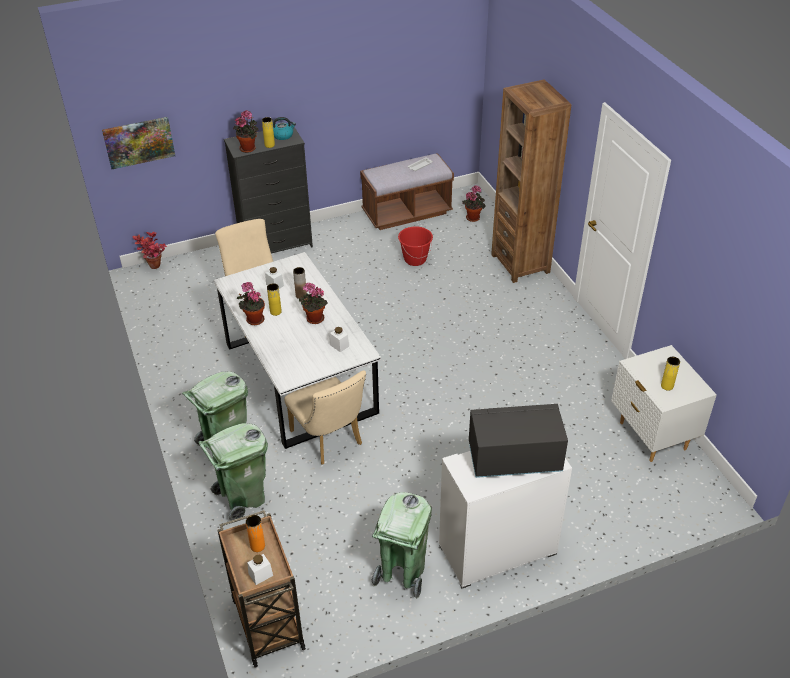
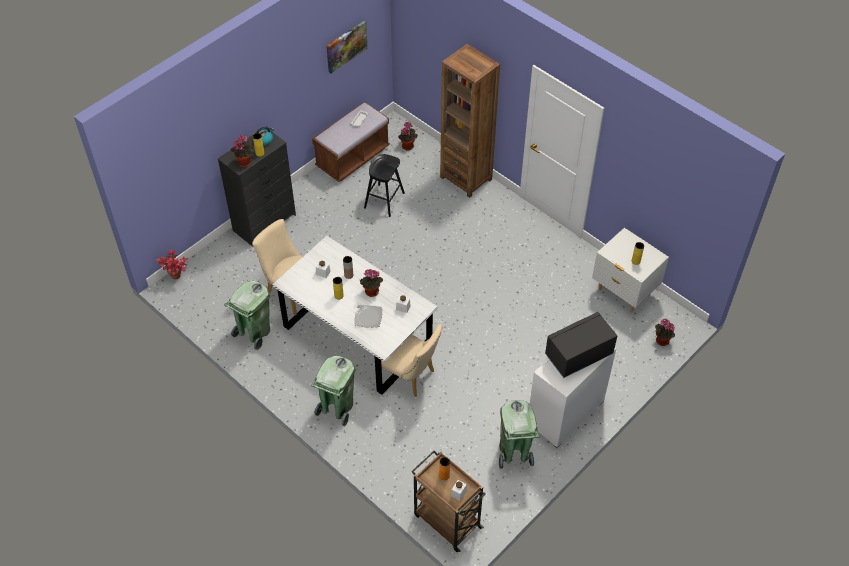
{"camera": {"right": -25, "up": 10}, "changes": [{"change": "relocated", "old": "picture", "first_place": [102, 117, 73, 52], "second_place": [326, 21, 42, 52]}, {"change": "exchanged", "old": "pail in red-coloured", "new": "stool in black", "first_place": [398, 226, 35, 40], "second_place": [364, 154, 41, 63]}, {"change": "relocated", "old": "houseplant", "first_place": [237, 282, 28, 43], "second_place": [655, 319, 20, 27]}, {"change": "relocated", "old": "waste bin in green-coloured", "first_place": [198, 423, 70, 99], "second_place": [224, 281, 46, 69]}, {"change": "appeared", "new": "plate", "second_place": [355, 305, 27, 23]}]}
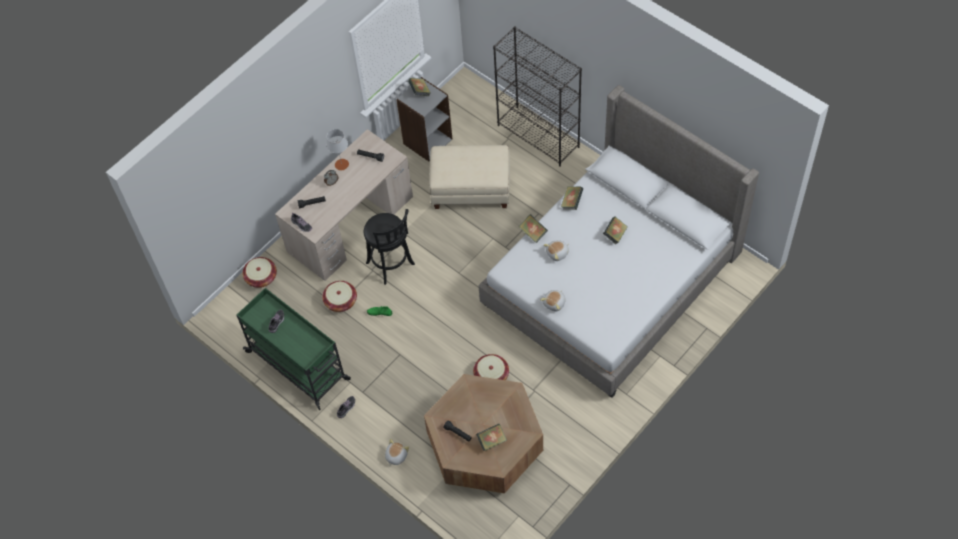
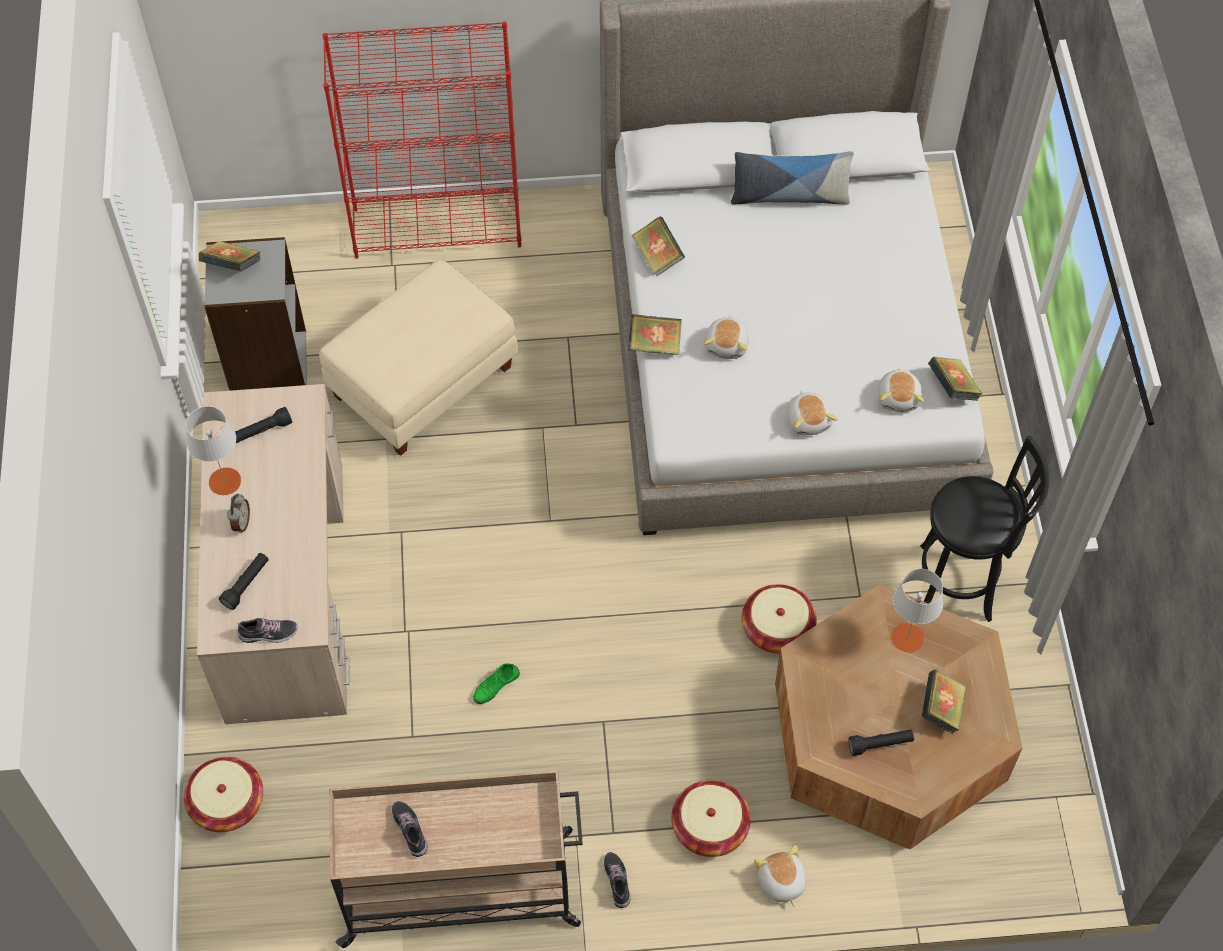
{"camera": {"right": -50, "up": 0}, "changes": [{"change": "colour", "old": "bookshelf in black", "new": "bookshelf in red-coloured", "first_place": [493, 26, 89, 141], "second_place": [323, 22, 198, 237]}, {"change": "relocated", "old": "stool in black", "first_place": [364, 209, 51, 76], "second_place": [920, 435, 129, 187]}, {"change": "relocated", "old": "book", "first_place": [603, 216, 25, 28], "second_place": [928, 357, 54, 44]}, {"change": "relocated", "old": "basket", "first_place": [322, 281, 35, 31], "second_place": [671, 780, 80, 77]}, {"change": "colour", "old": "wheeled cart in green-coloured", "new": "wheeled cart in beige", "first_place": [237, 288, 114, 122], "second_place": [329, 770, 254, 178]}, {"change": "appeared", "new": "throw pillow", "second_place": [731, 151, 123, 54]}, {"change": "appeared", "new": "plush toy", "second_place": [878, 368, 46, 44]}, {"change": "appeared", "new": "table lamp in gray", "second_place": [892, 569, 51, 83]}]}
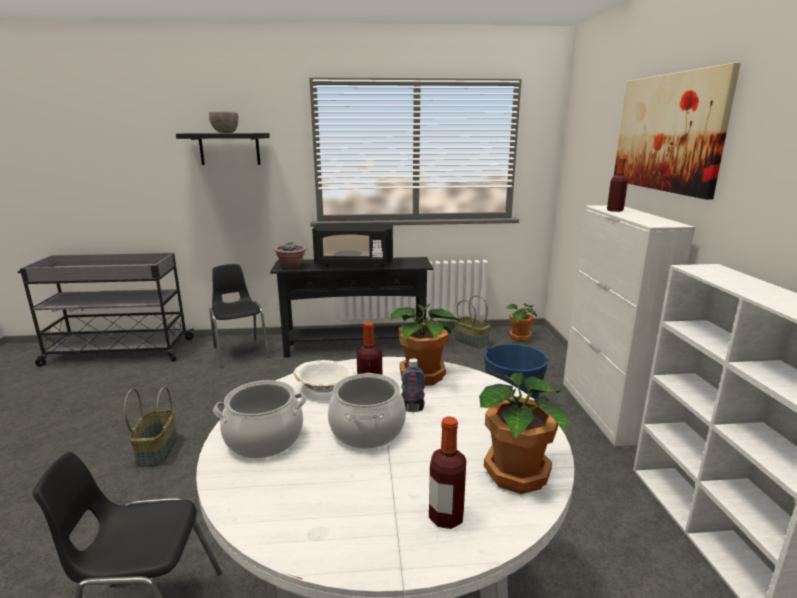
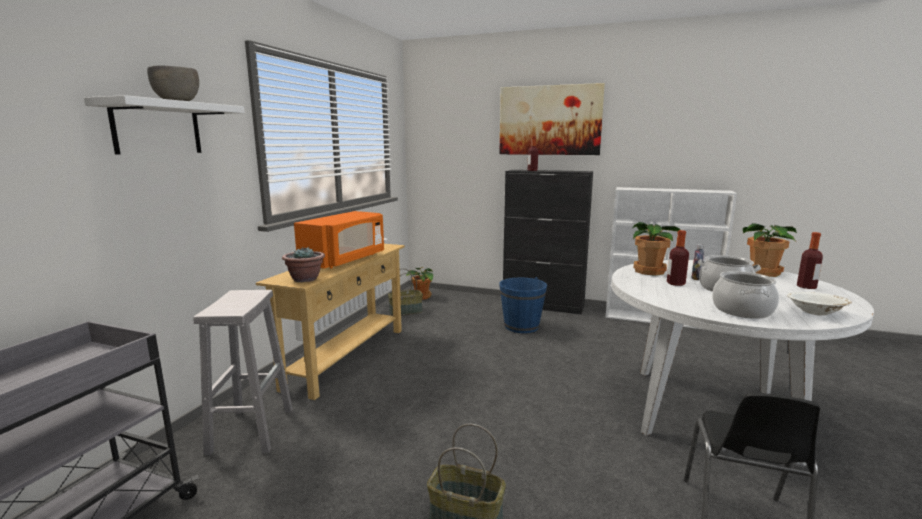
{"camera": {"right": -65, "up": -5}, "changes": [{"change": "colour", "old": "bracket shelf in black", "new": "bracket shelf in white", "first_place": [176, 133, 94, 32], "second_place": [84, 95, 161, 60]}, {"change": "colour", "old": "cabinet in white", "new": "cabinet in black", "first_place": [563, 205, 132, 241], "second_place": [503, 170, 90, 145]}, {"change": "colour", "old": "microwave in black", "new": "microwave in orange-coloured", "first_place": [312, 223, 81, 44], "second_place": [294, 211, 90, 58]}, {"change": "colour", "old": "narrow table in black", "new": "narrow table in beige", "first_place": [270, 257, 163, 101], "second_place": [256, 244, 149, 156]}, {"change": "exchanged", "old": "chair in black", "new": "stool in white", "first_place": [210, 264, 60, 104], "second_place": [193, 290, 100, 165]}, {"change": "relocated", "old": "deep dish in white", "first_place": [294, 360, 60, 33], "second_place": [787, 292, 65, 23]}]}
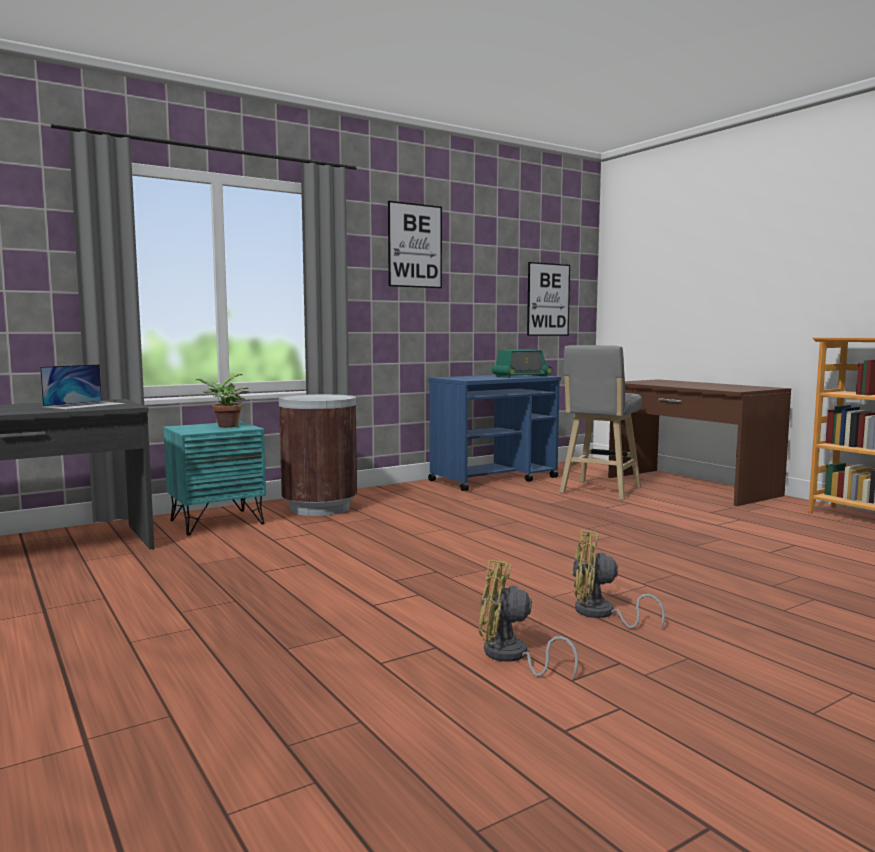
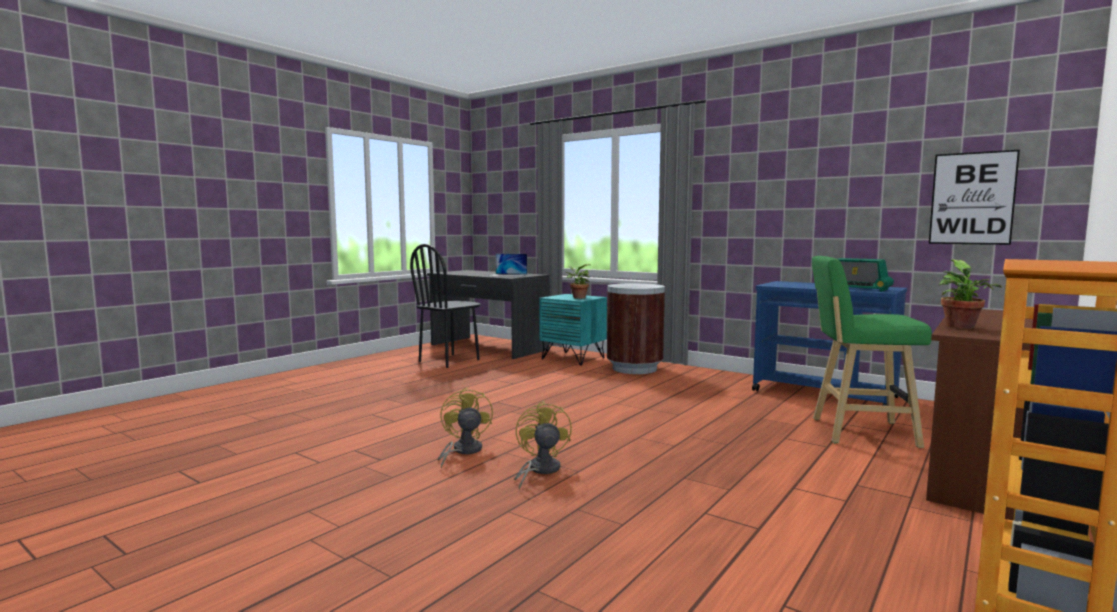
{"camera": {"right": 70, "up": 0}, "changes": [{"change": "missing", "old": "picture", "first_place": [388, 201, 54, 87]}, {"change": "colour", "old": "stool in gray", "new": "stool in green-coloured", "first_place": [559, 345, 83, 155], "second_place": [812, 256, 120, 192]}, {"change": "relocated", "old": "fan in yellow-coloured", "first_place": [479, 560, 99, 119], "second_place": [514, 400, 58, 90]}, {"change": "appeared", "new": "chair in black", "second_place": [410, 244, 71, 124]}, {"change": "appeared", "new": "houseplant", "second_place": [939, 260, 64, 69]}]}
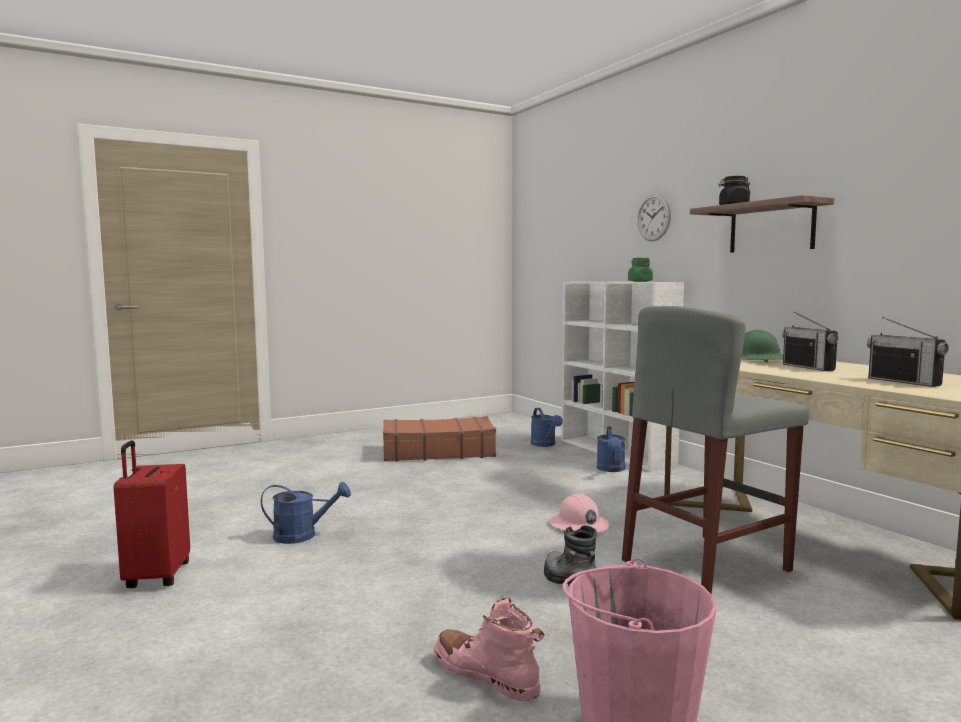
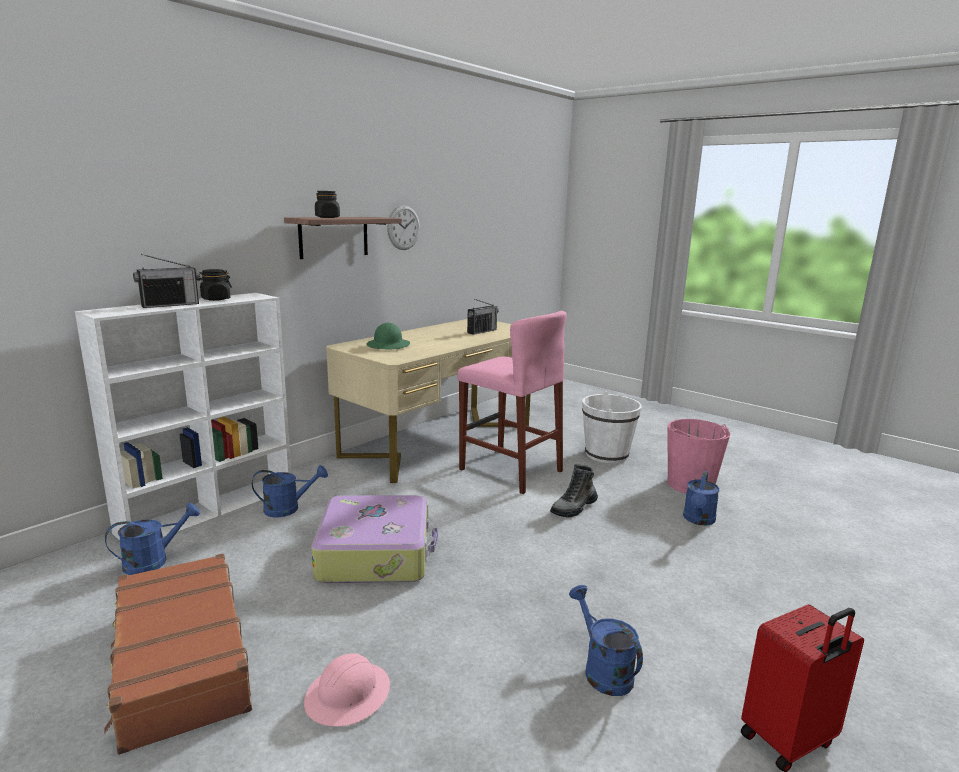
{"camera": {"right": -110, "up": 10}, "changes": [{"change": "relocated", "old": "wall clock", "first_place": [637, 194, 34, 47], "second_place": [387, 205, 33, 45]}, {"change": "colour", "old": "preserve jar in green-coloured", "new": "preserve jar in black", "first_place": [628, 258, 25, 24], "second_place": [196, 269, 36, 32]}, {"change": "colour", "old": "stool in gray", "new": "stool in pinkish", "first_place": [622, 306, 187, 288], "second_place": [457, 311, 110, 183]}, {"change": "relocated", "old": "radio receiver", "first_place": [782, 312, 56, 59], "second_place": [133, 254, 67, 54]}, {"change": "relocated", "old": "hard hat in pinkish", "first_place": [549, 494, 60, 39], "second_place": [304, 653, 86, 73]}, {"change": "exchanged", "old": "tall boot in pinkish", "new": "sprinkling can in blue", "first_place": [434, 598, 111, 104], "second_place": [683, 471, 37, 54]}, {"change": "appeared", "new": "pail in white", "second_place": [582, 392, 60, 71]}, {"change": "appeared", "new": "travel case", "second_place": [311, 495, 127, 88]}]}
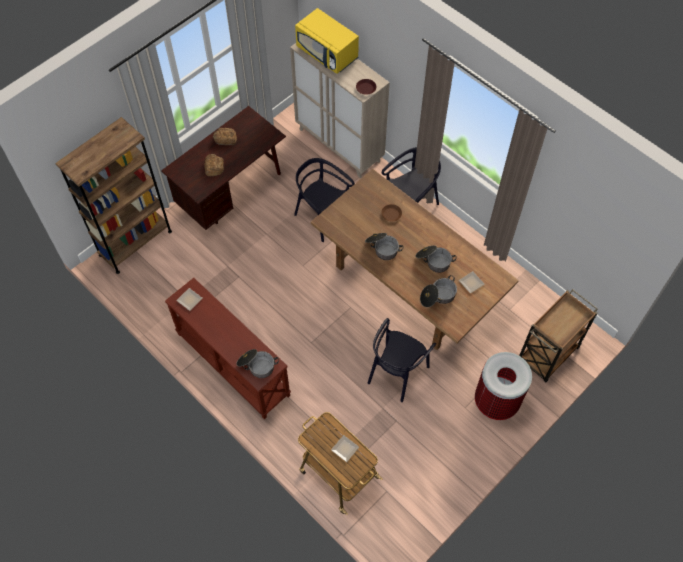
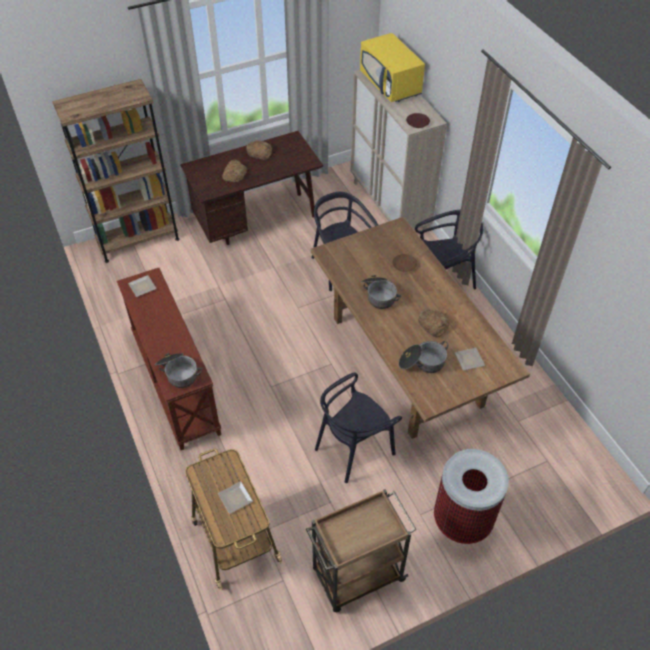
{"camera": {"right": 20, "up": -10}, "changes": [{"change": "exchanged", "old": "cooking pot", "new": "bread", "first_place": [415, 245, 42, 28], "second_place": [418, 309, 31, 28]}, {"change": "relocated", "old": "wheeled cart in brownish", "first_place": [519, 289, 79, 93], "second_place": [306, 489, 110, 124]}]}
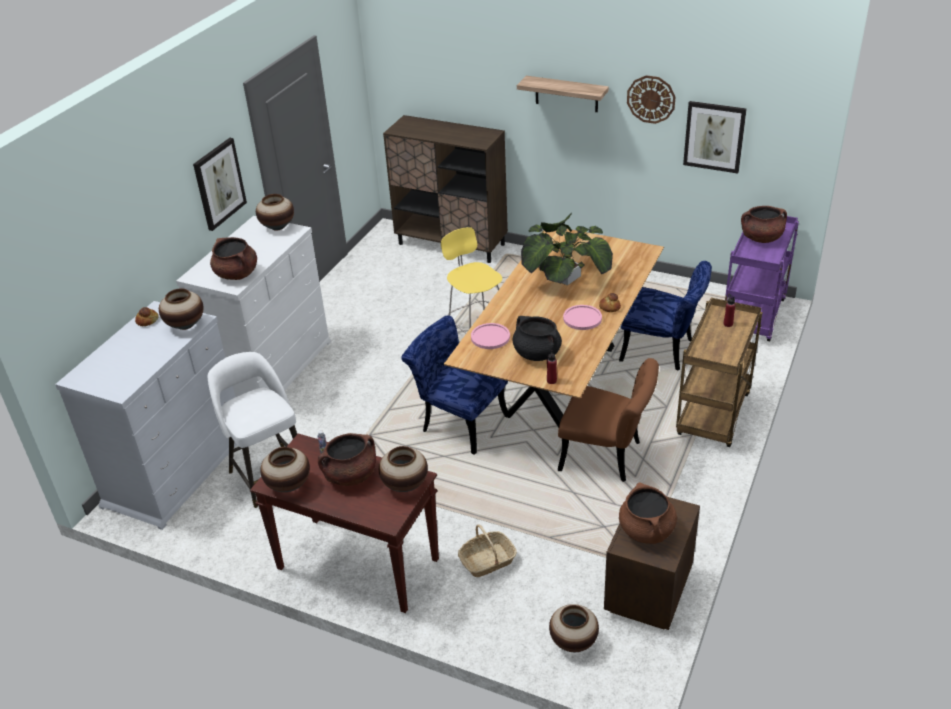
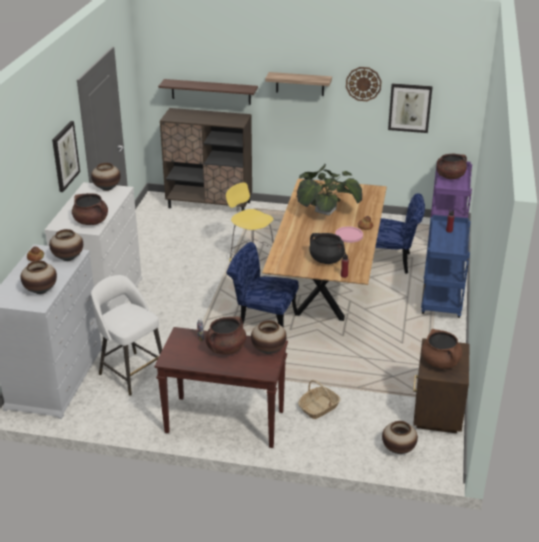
{"camera": {"right": -15, "up": -5}, "changes": [{"change": "colour", "old": "wheeled cart in brownish", "new": "wheeled cart in blue", "first_place": [676, 298, 87, 149], "second_place": [421, 215, 50, 103]}, {"change": "missing", "old": "plate in pinkish", "first_place": [471, 323, 39, 26]}, {"change": "missing", "old": "chair in brownish", "first_place": [558, 358, 101, 124]}, {"change": "relocated", "old": "decorative vase", "first_place": [260, 447, 50, 45], "second_place": [20, 260, 37, 34]}, {"change": "appeared", "new": "bracket shelf", "second_place": [158, 79, 100, 26]}]}
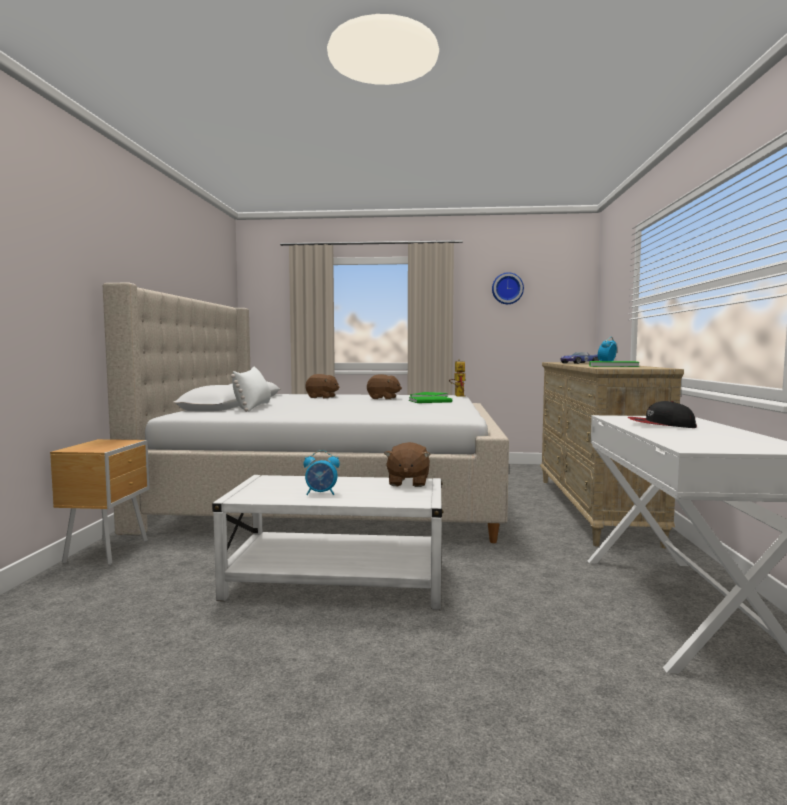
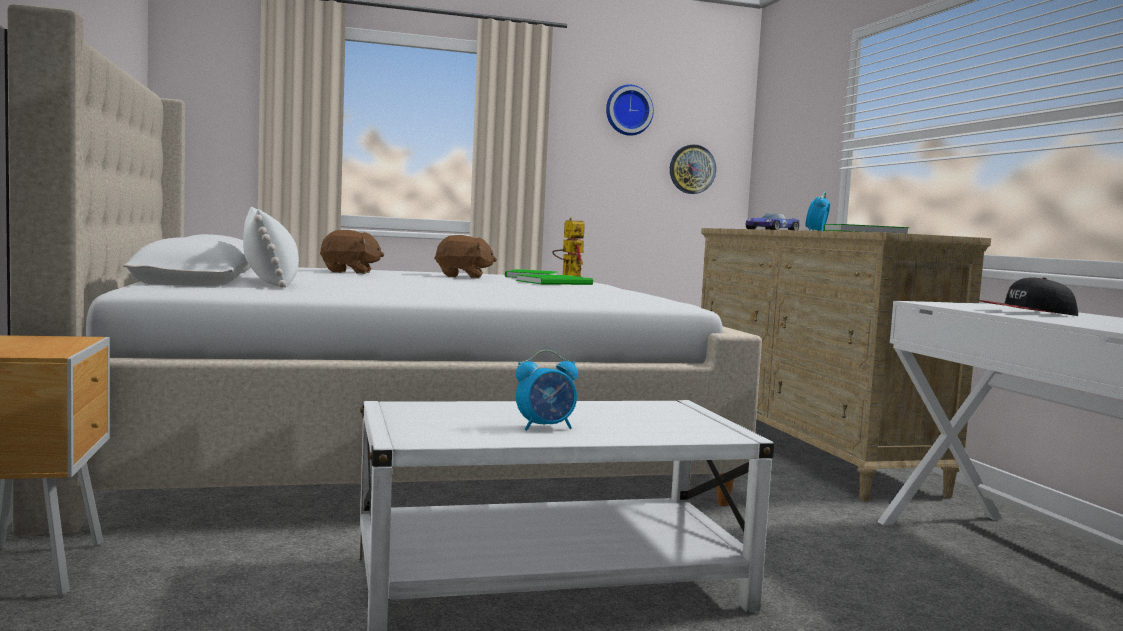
{"camera": {"right": -20, "up": 0}, "changes": [{"change": "missing", "old": "plush toy in brownish", "first_place": [384, 442, 47, 45]}, {"change": "appeared", "new": "wall clock", "second_place": [670, 145, 46, 49]}]}
